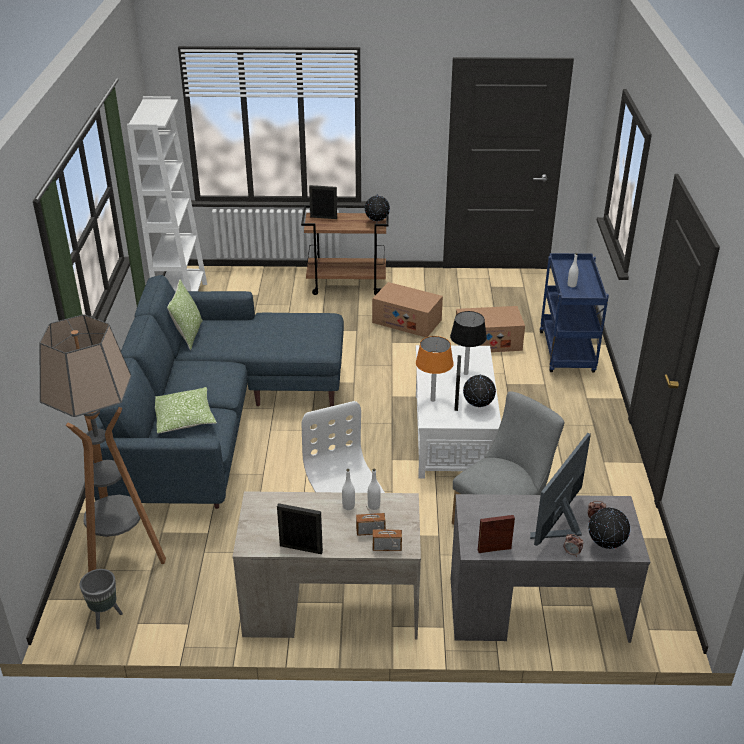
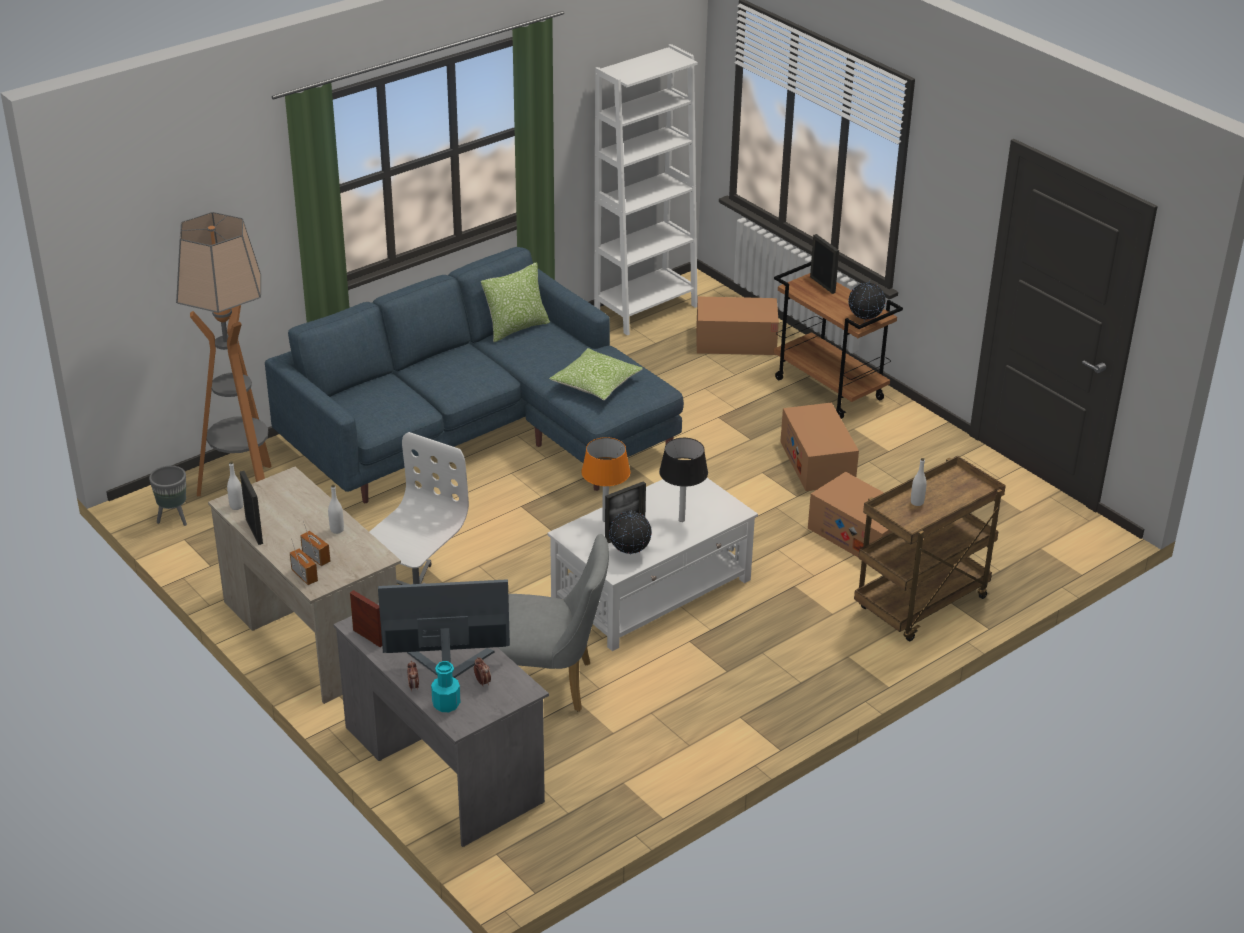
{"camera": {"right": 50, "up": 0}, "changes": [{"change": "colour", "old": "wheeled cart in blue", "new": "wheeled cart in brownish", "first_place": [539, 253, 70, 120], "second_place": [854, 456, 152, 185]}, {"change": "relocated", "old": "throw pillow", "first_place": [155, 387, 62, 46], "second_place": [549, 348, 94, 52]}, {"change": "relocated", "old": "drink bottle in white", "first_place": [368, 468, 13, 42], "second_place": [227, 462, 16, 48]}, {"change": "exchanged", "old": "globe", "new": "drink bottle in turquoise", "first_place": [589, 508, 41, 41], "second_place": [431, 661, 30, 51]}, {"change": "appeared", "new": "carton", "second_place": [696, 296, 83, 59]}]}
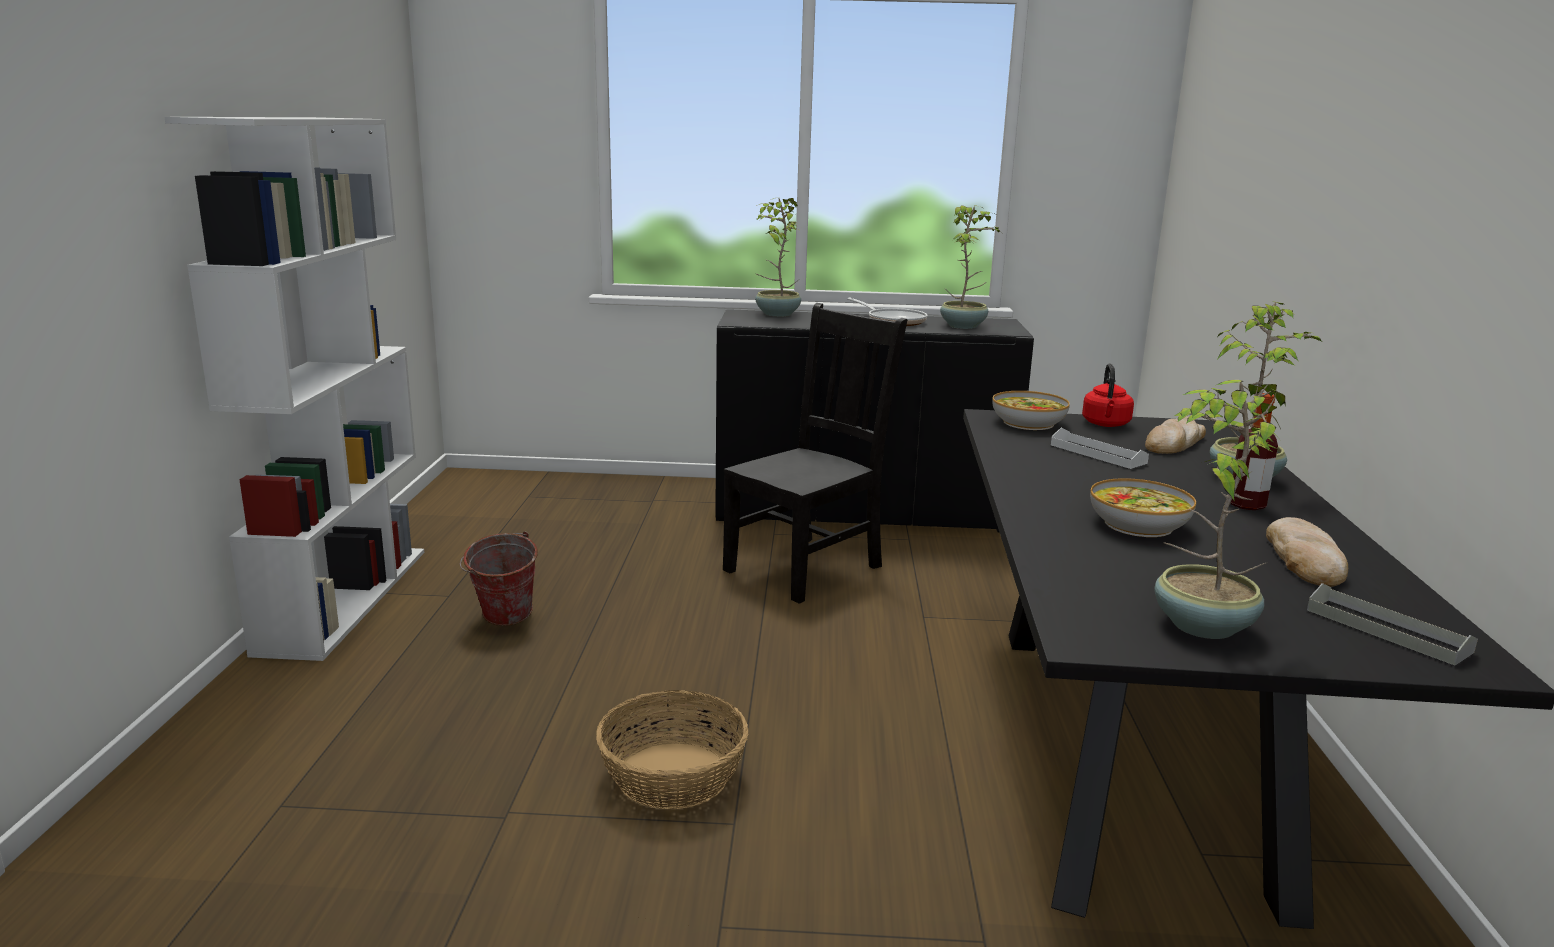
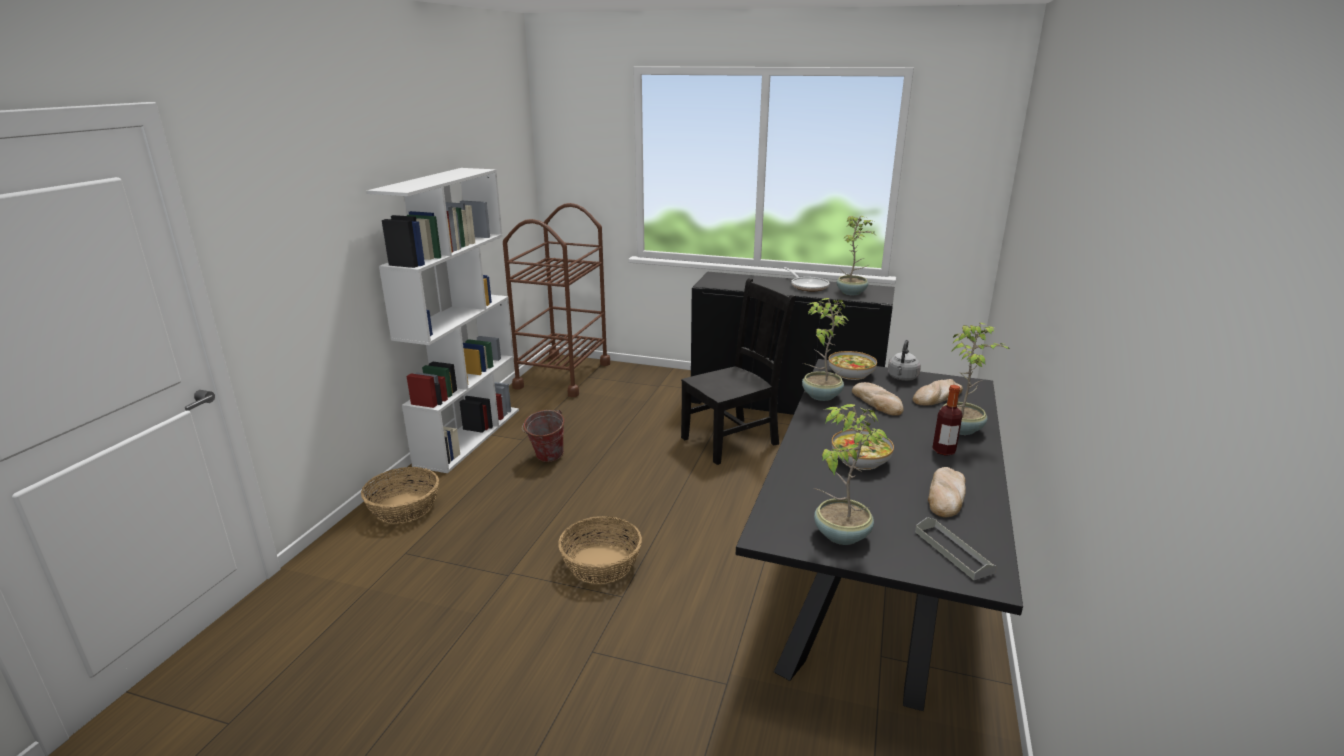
{"camera": {"right": 15, "up": 5}, "changes": [{"change": "relocated", "old": "houseplant", "first_place": [755, 198, 46, 119], "second_place": [802, 298, 48, 103]}, {"change": "colour", "old": "tea kettle in red-coloured", "new": "tea kettle in gray", "first_place": [1082, 364, 52, 63], "second_place": [888, 340, 33, 41]}, {"change": "exchanged", "old": "carrying tray in white", "new": "bread", "first_place": [1051, 428, 98, 41], "second_place": [852, 382, 52, 34]}, {"change": "appeared", "new": "wheeled cart in brownish", "second_place": [503, 203, 107, 194]}, {"change": "appeared", "new": "basket", "second_place": [361, 467, 78, 57]}]}
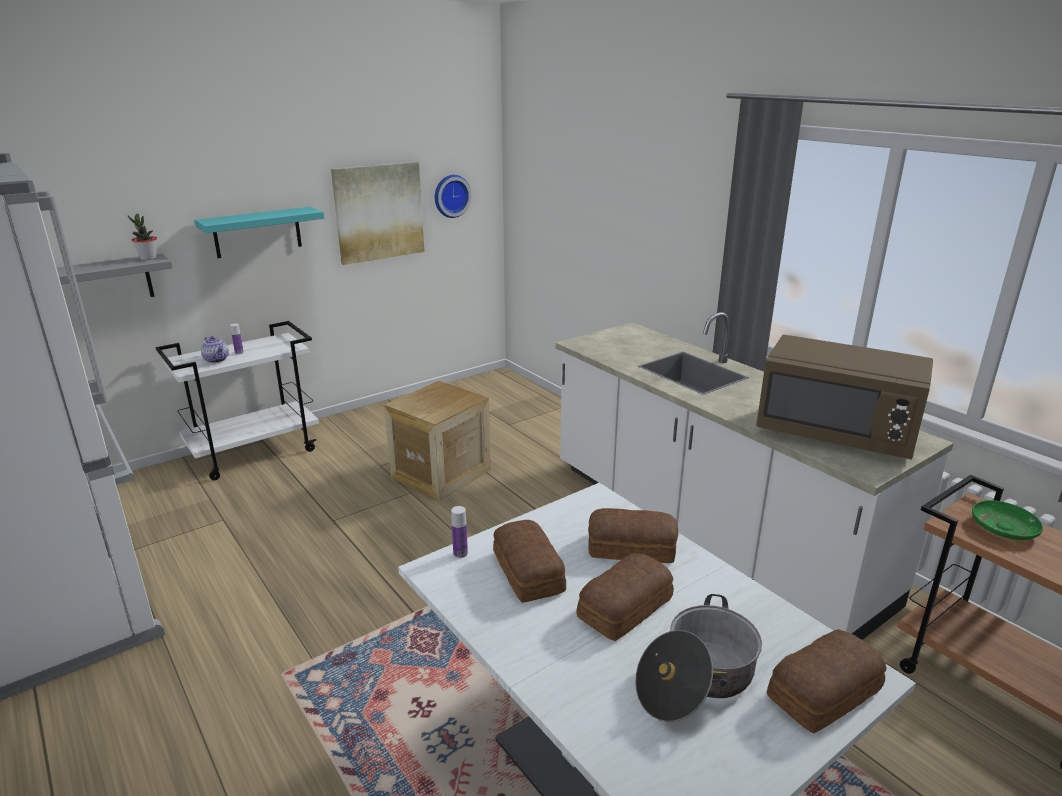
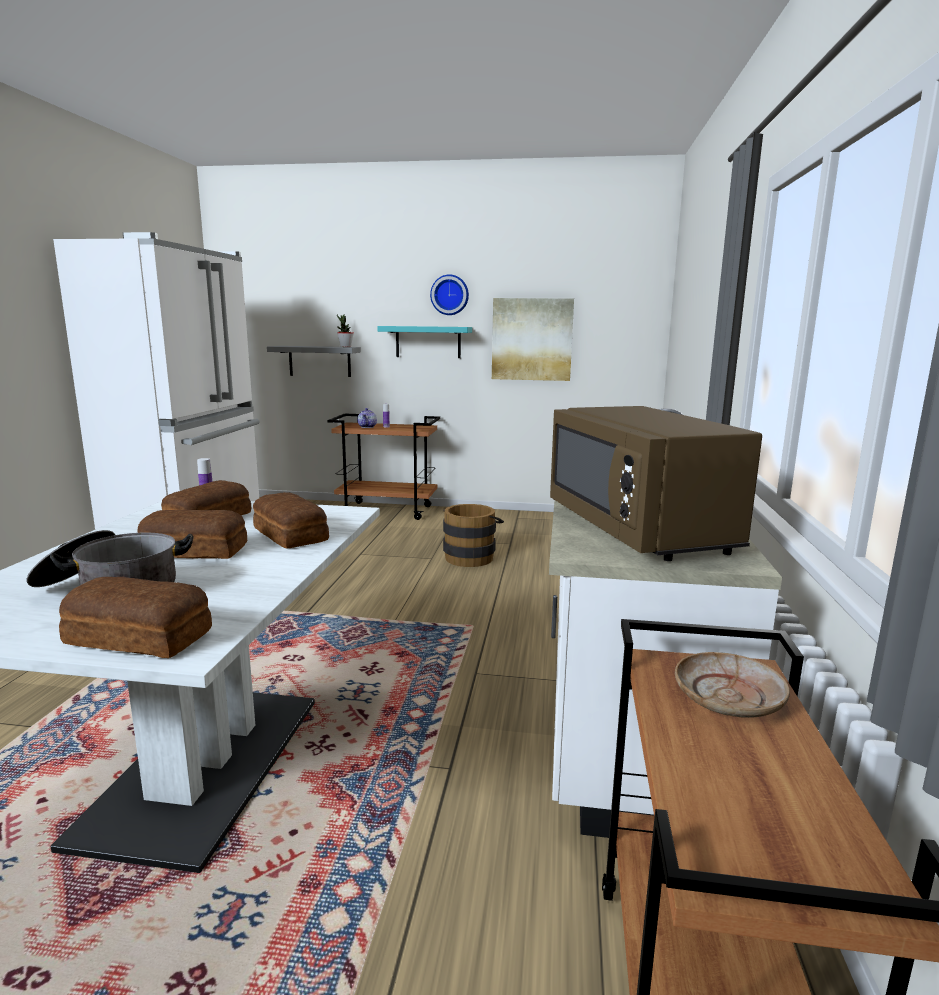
{"camera": {"right": 45, "up": -10}, "changes": [{"change": "relocated", "old": "wall clock", "first_place": [435, 175, 37, 43], "second_place": [430, 274, 39, 41]}, {"change": "colour", "old": "wheeled cart in white", "new": "wheeled cart in brownish", "first_place": [155, 321, 164, 159], "second_place": [327, 414, 113, 106]}, {"change": "exchanged", "old": "packing crate", "new": "pail in brownish", "first_place": [384, 381, 107, 120], "second_place": [443, 504, 61, 63]}, {"change": "colour", "old": "plate in green-coloured", "new": "plate in beige", "first_place": [972, 500, 71, 40], "second_place": [675, 652, 115, 66]}]}
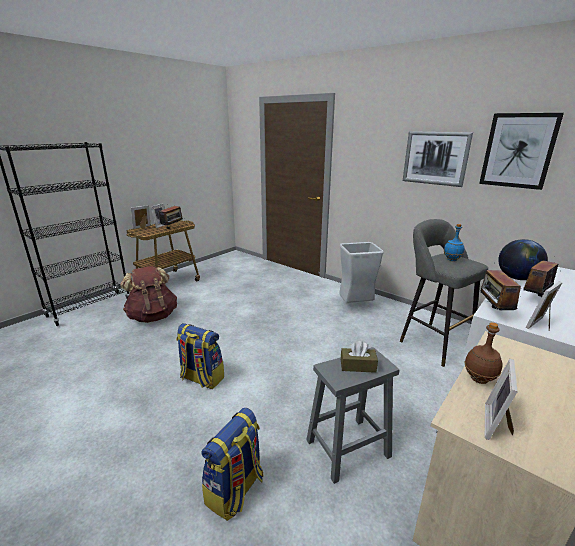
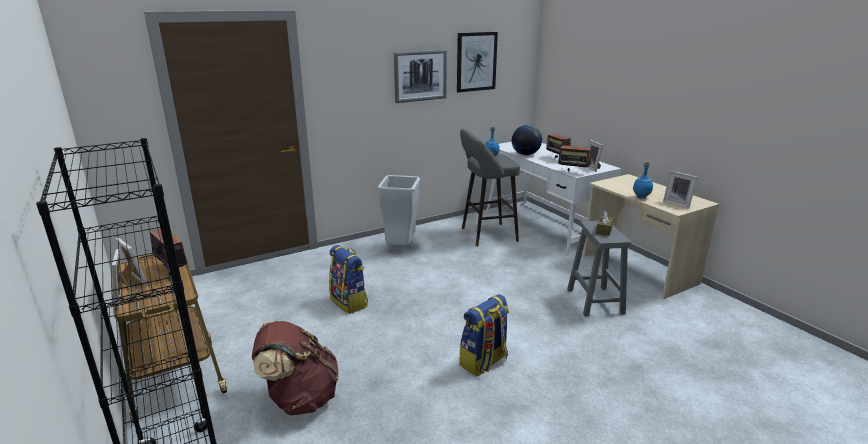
{"camera": {"right": -70, "up": 0}, "changes": [{"change": "colour", "old": "drink bottle in brownish", "new": "drink bottle in blue", "first_place": [465, 322, 37, 62], "second_place": [633, 161, 20, 38]}, {"change": "relocated", "old": "rucksack", "first_place": [201, 408, 62, 113], "second_place": [329, 245, 39, 69]}]}
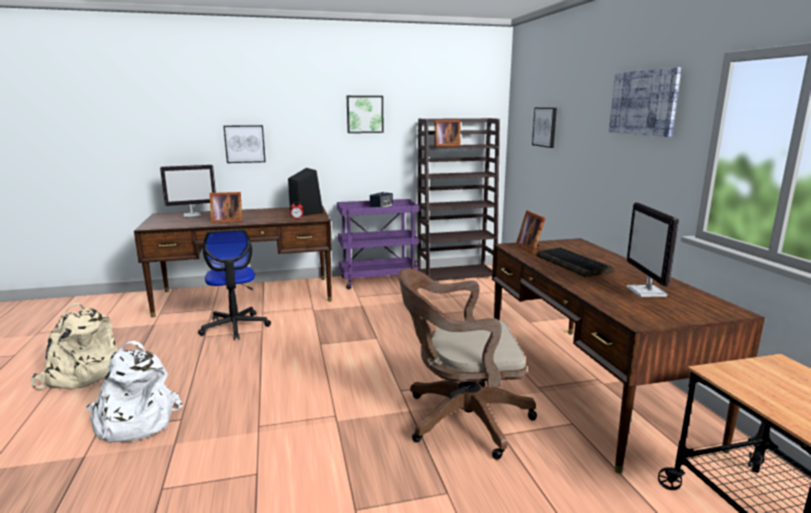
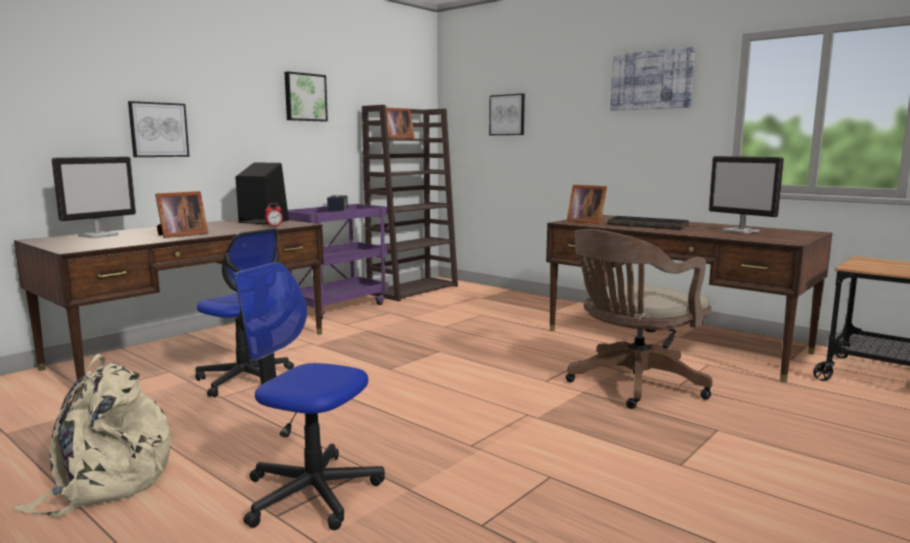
{"camera": {"right": -35, "up": -5}, "changes": [{"change": "exchanged", "old": "rucksack in white", "new": "desk chair", "first_place": [87, 341, 96, 102], "second_place": [234, 262, 151, 268]}]}
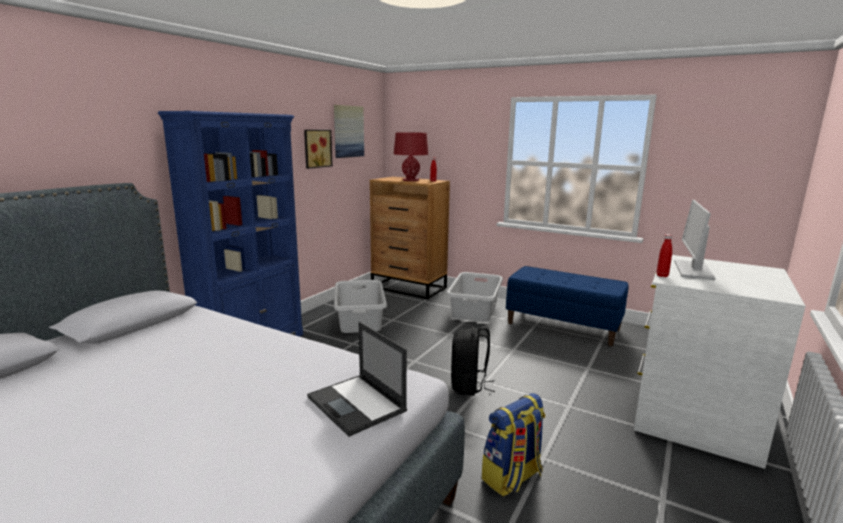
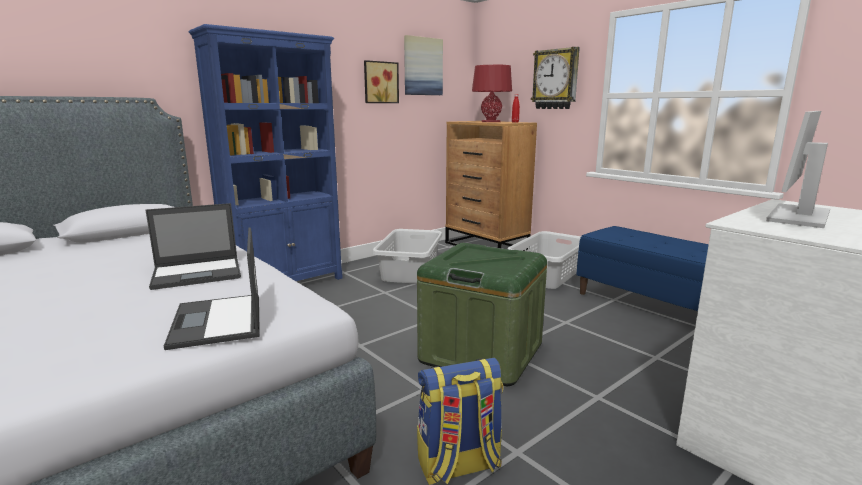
{"camera": {"right": 20, "up": 0}, "changes": [{"change": "missing", "old": "drink bottle in red-coloured", "first_place": [657, 234, 15, 43]}, {"change": "exchanged", "old": "rucksack in black", "new": "storage container in green-coloured", "first_place": [451, 326, 44, 70], "second_place": [417, 243, 130, 143]}, {"change": "appeared", "new": "wall clock", "second_place": [531, 47, 49, 62]}, {"change": "appeared", "new": "notebook computer", "second_place": [146, 203, 95, 87]}]}
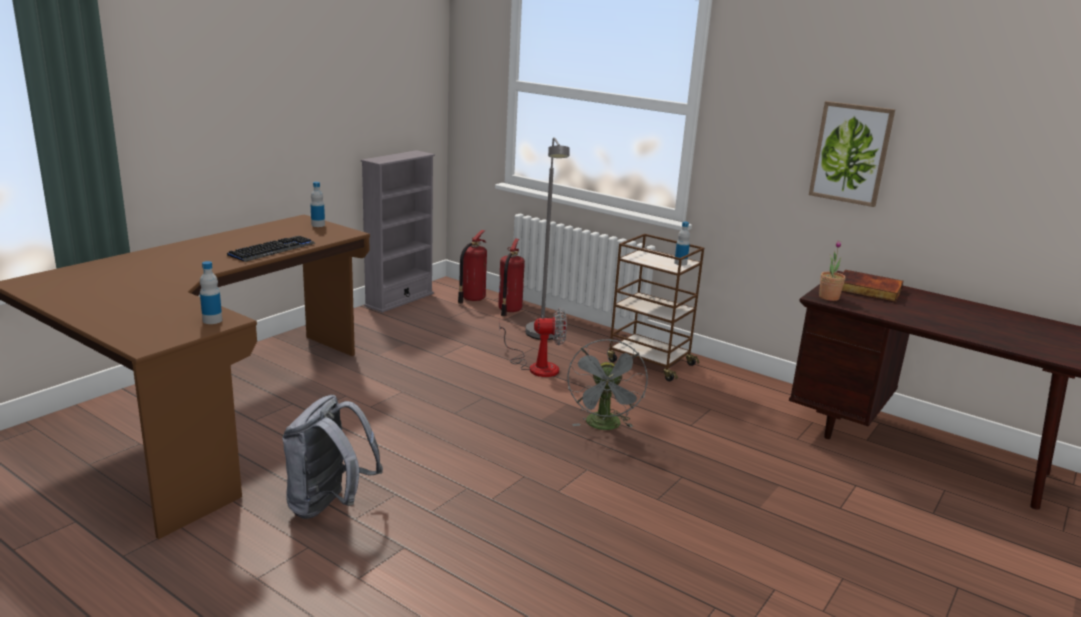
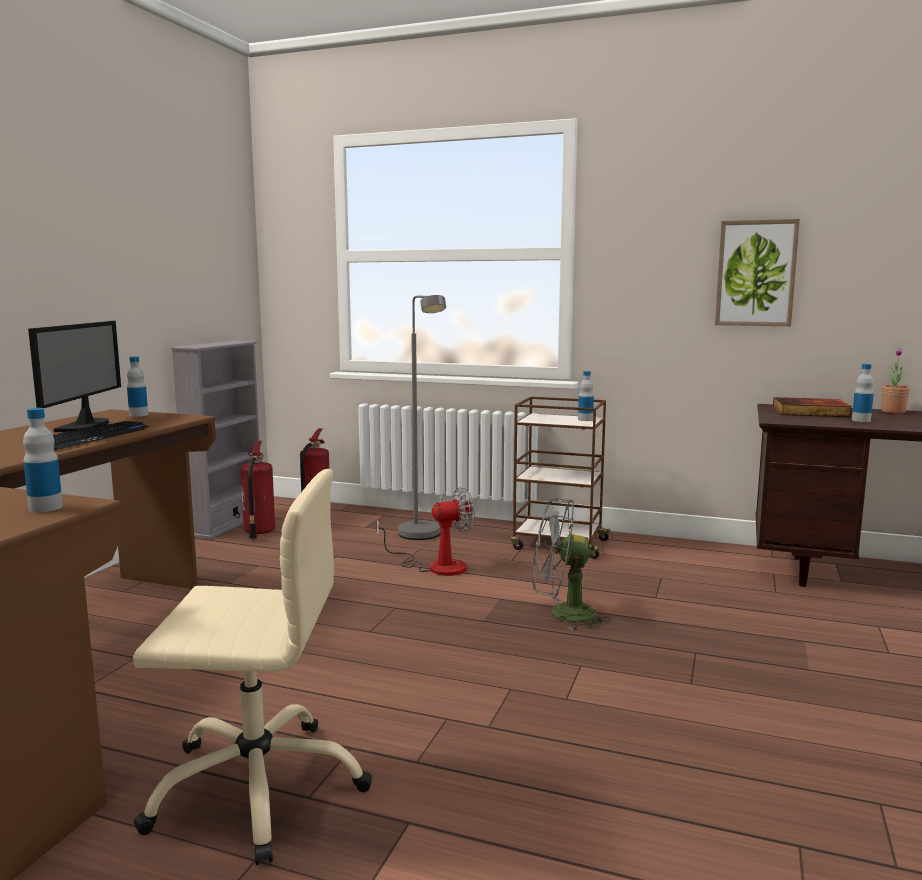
{"camera": {"right": -15, "up": -10}, "changes": [{"change": "relocated", "old": "fire-fighting cylinder", "first_place": [498, 239, 27, 78], "second_place": [240, 441, 35, 99]}, {"change": "relocated", "old": "houseplant", "first_place": [819, 240, 27, 61], "second_place": [882, 348, 28, 65]}, {"change": "spun", "old": "fan in gray", "first_place": [567, 339, 81, 91], "second_place": [533, 498, 78, 133], "degrees": 105}, {"change": "exchanged", "old": "rucksack in gray", "new": "desk chair in beige", "first_place": [282, 395, 101, 124], "second_place": [133, 469, 239, 396]}, {"change": "appeared", "new": "computer screen", "second_place": [28, 321, 93, 111]}, {"change": "appeared", "new": "drink bottle", "second_place": [852, 364, 22, 58]}]}
